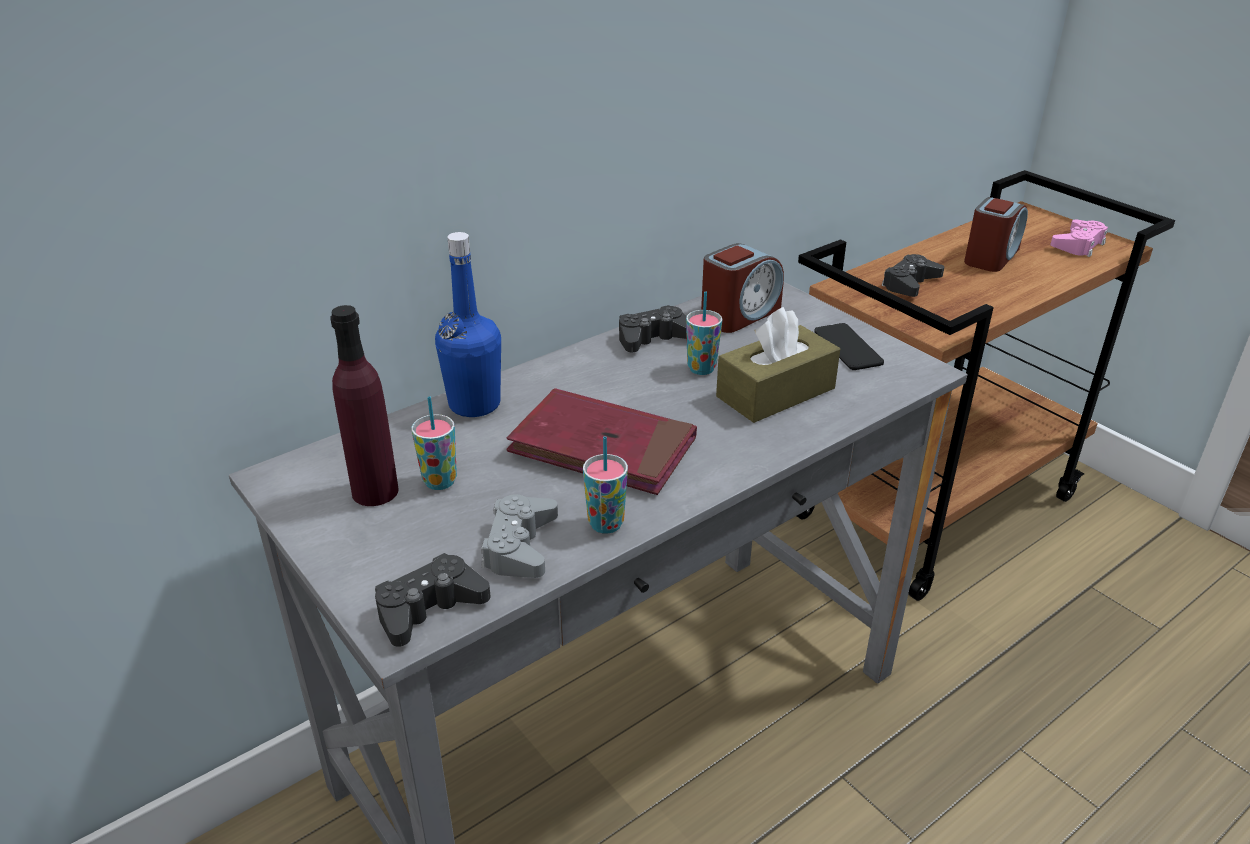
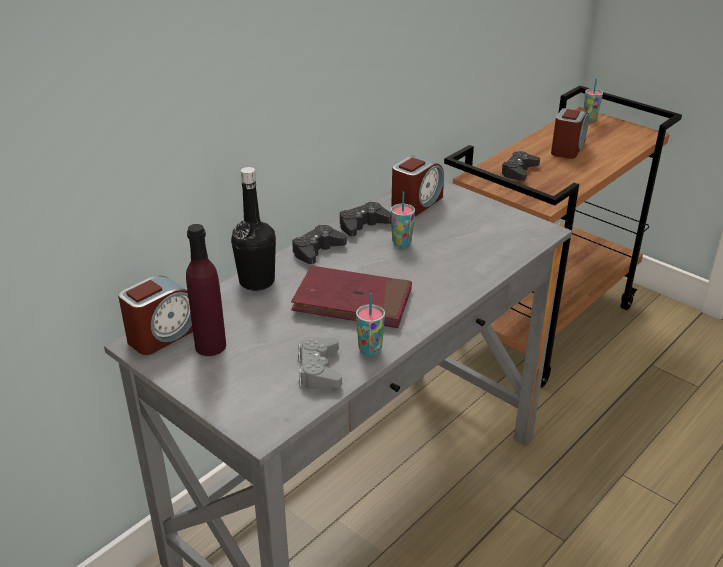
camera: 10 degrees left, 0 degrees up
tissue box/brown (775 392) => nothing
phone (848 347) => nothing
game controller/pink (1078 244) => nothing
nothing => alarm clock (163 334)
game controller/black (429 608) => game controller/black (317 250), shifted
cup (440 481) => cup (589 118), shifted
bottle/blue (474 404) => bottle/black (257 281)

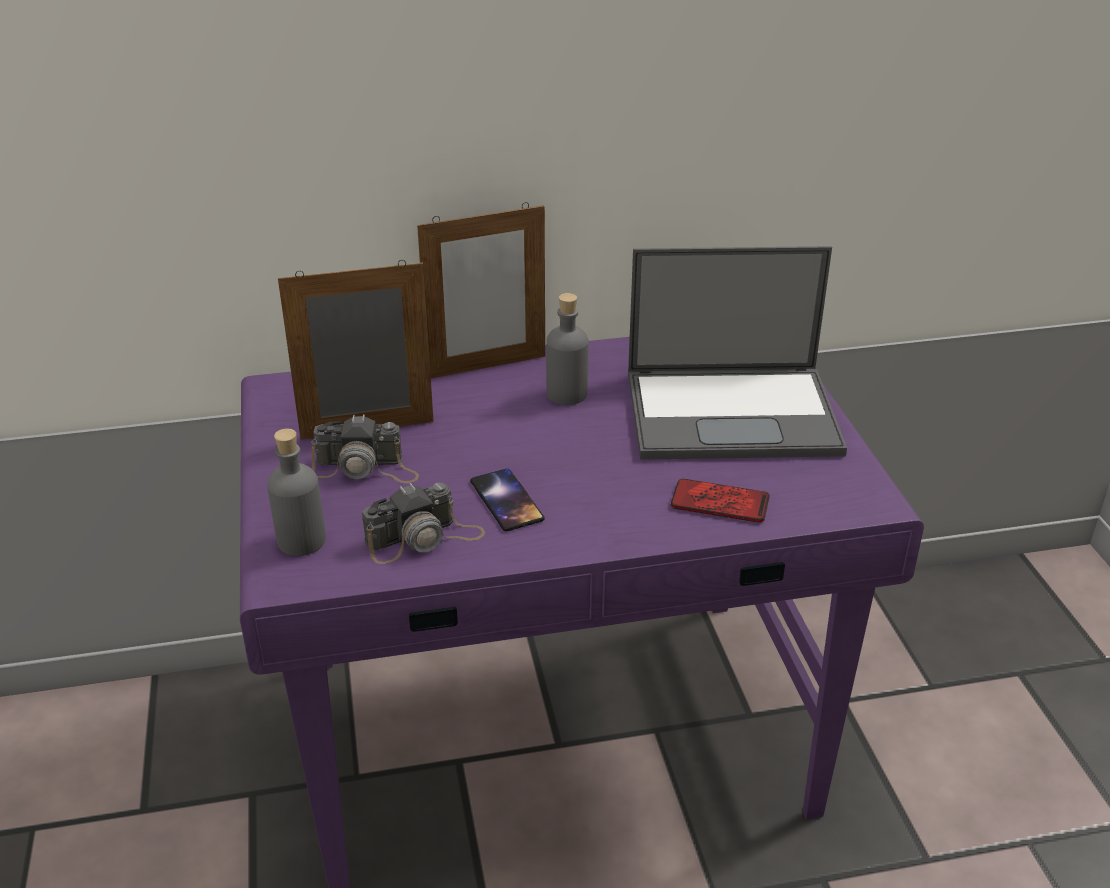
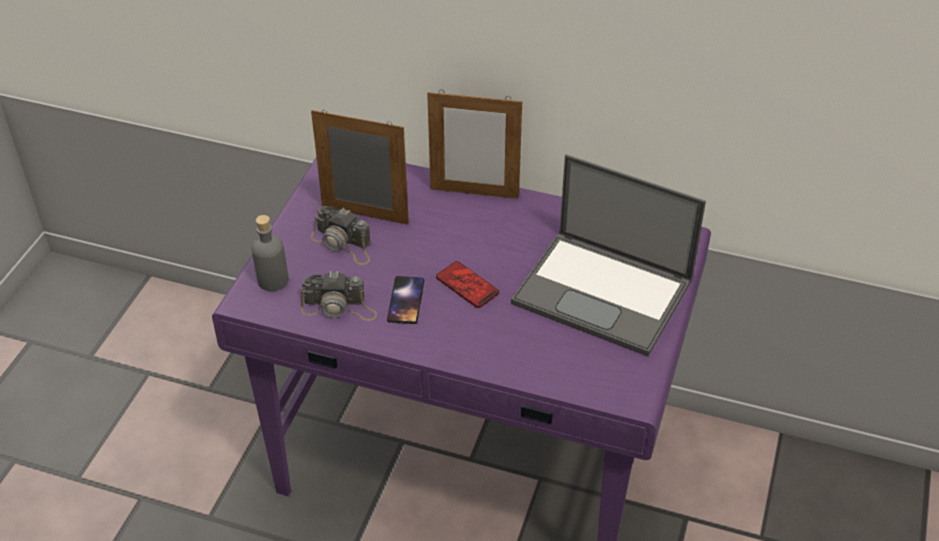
camera: 30 degrees right, 10 degrees up
bottle/grey (567 394) => nothing
phone (720 502) => phone (467 285), shifted

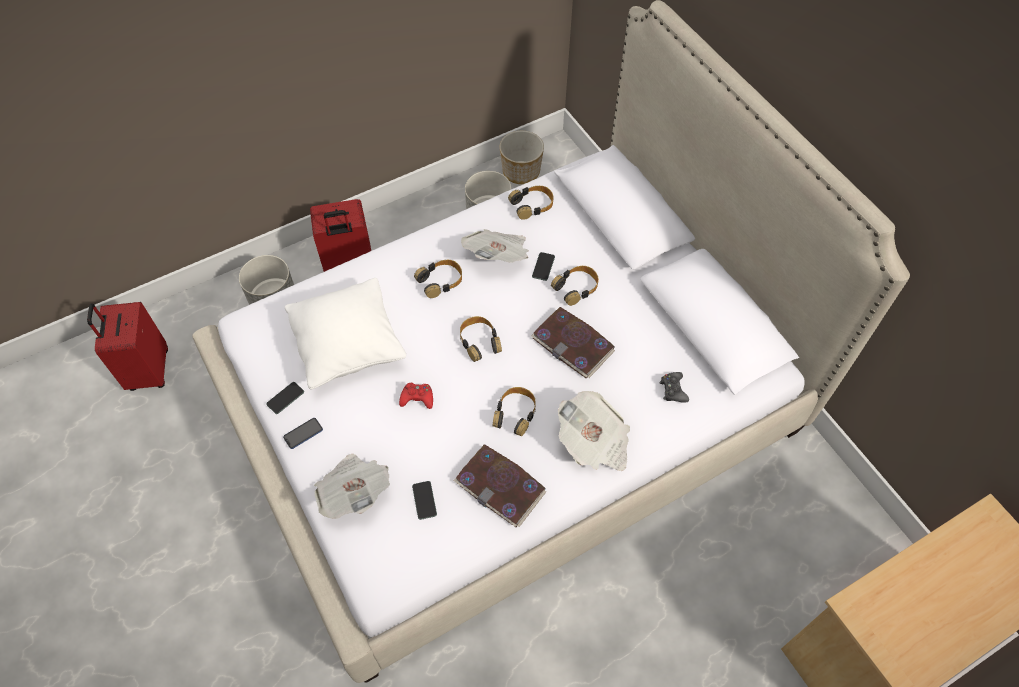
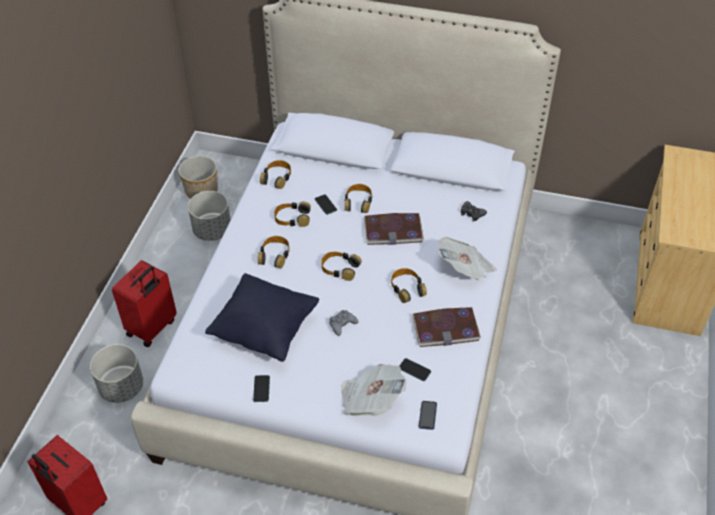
camera: 45 degrees left, 10 degrees down
phone (303 433) => phone (427 415), shifted
newspaper (498 256) => headphones (292 218)
pillow/white (349 346) => pillow/black (265 330)
game controller/red (417 398) => game controller/grey (342 324)

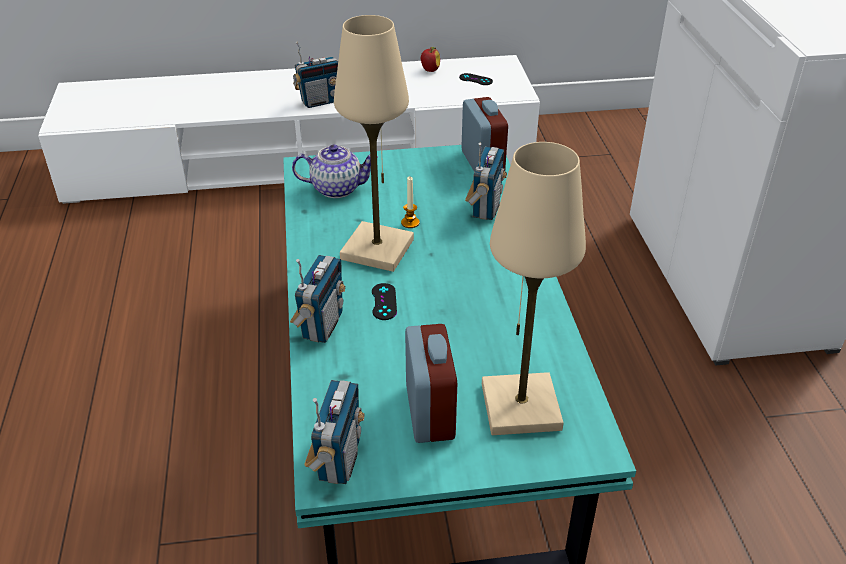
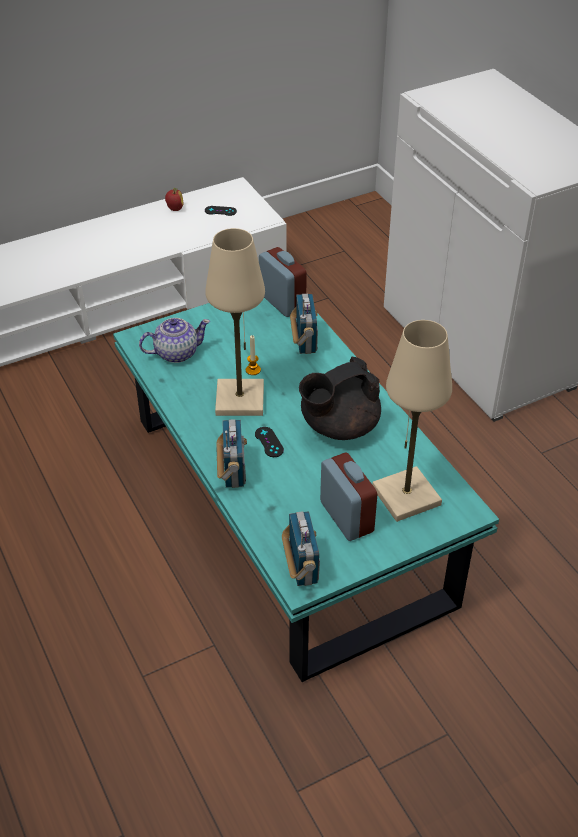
camera: 20 degrees left, 5 degrees up
radio (319 102) => nothing
nothing => teapot/black (338 426)

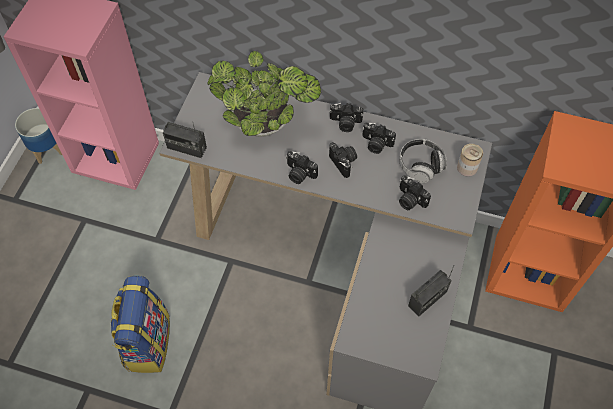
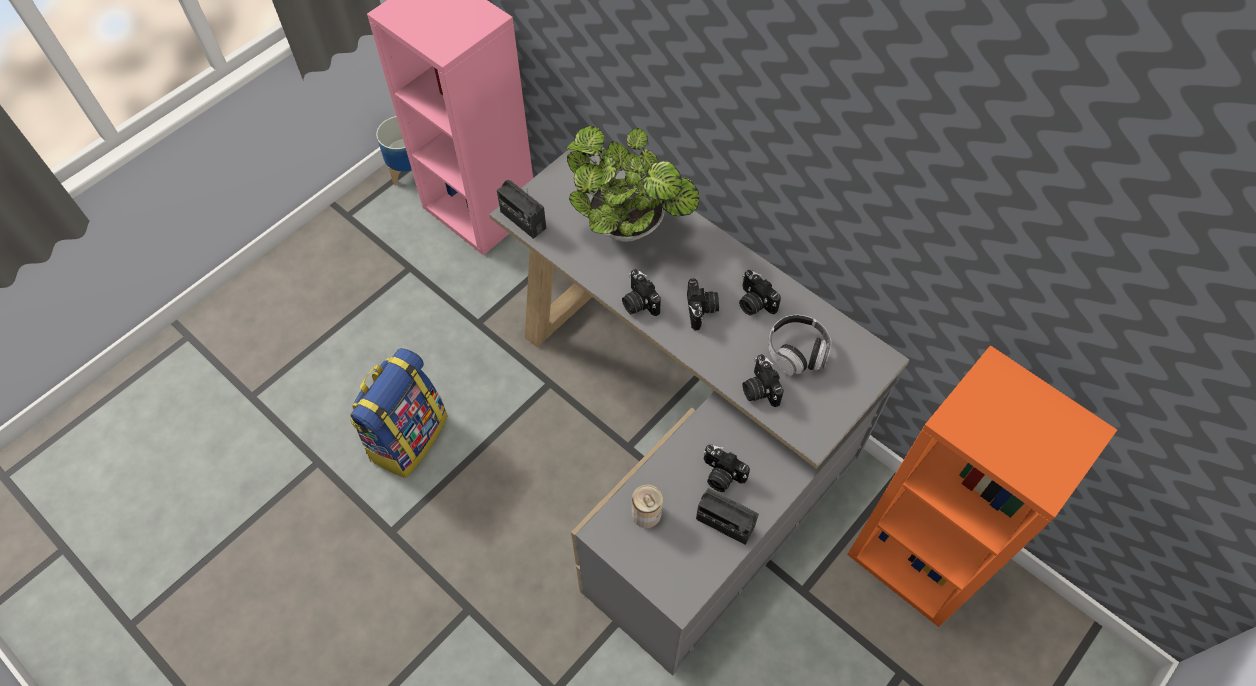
camera: 25 degrees right, 0 degrees up
photo camera (345 123) => photo camera (721 475), shifted
can (467 167) => can (646 513), shifted
radio (427 299) => radio (724 523), 45 degrees clockwise

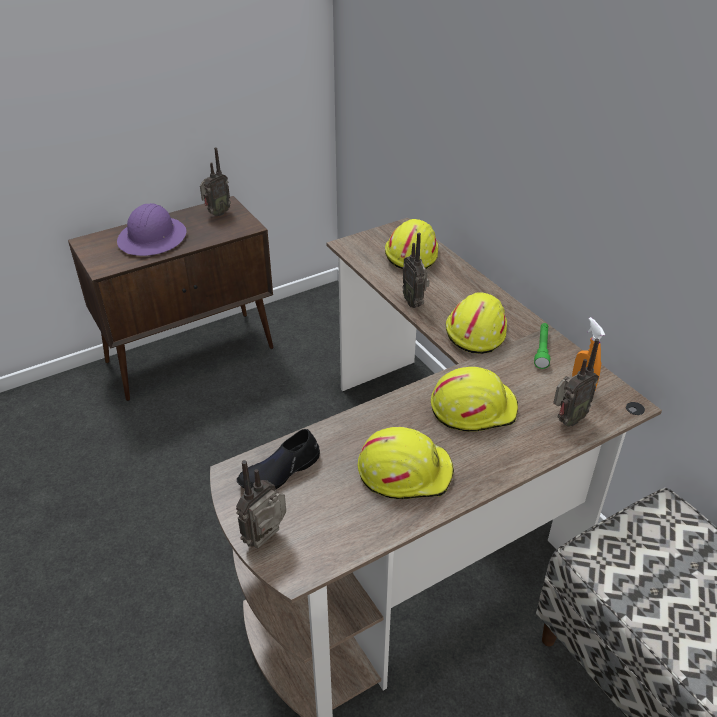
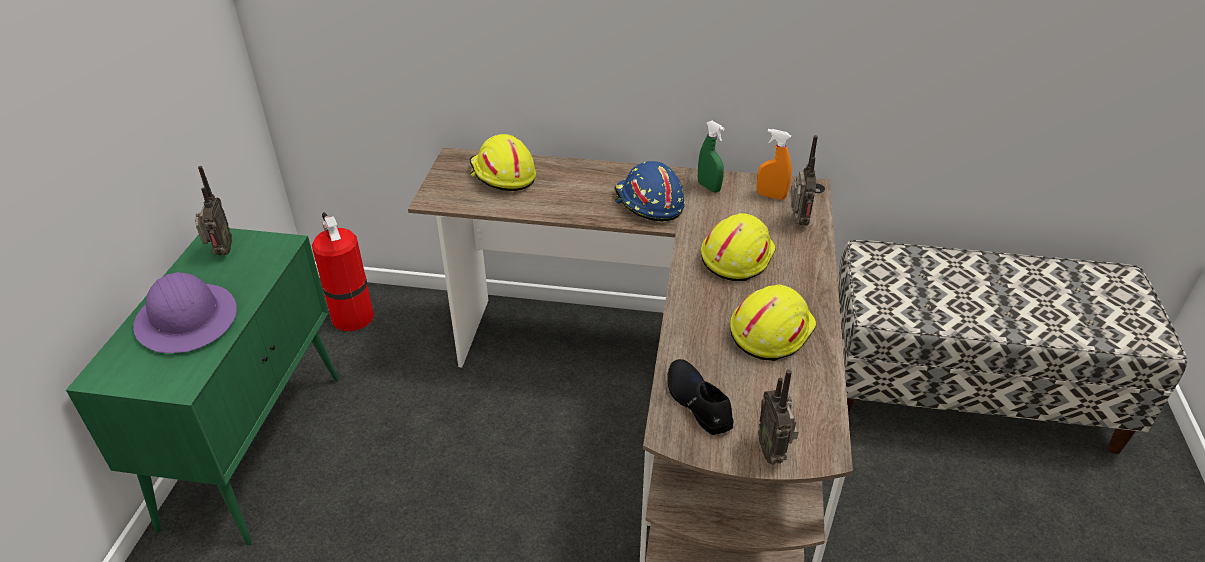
camera: 50 degrees left, 0 degrees up
radio (414 302) => nothing
nothing => fire extinguisher (352 315)
flashlight/green (542 349) => spray bottle/green (709 187)
cabinet/brown (192 354) => cabinet/green (256 447)
hard hat/yellow (475 331) => hard hat/blue (648 203)
shoe/black (280 471) => shoe/black (697 402), 150 degrees clockwise

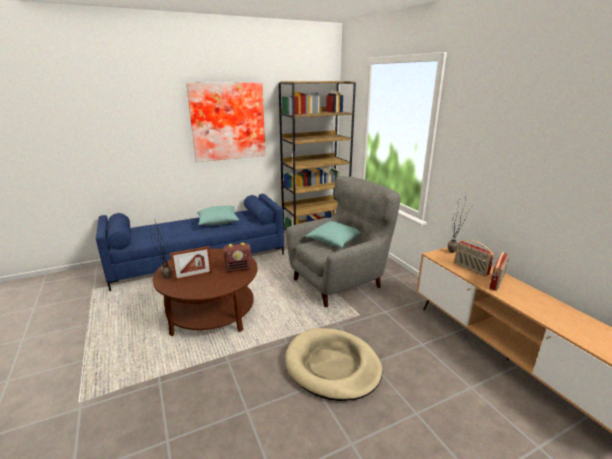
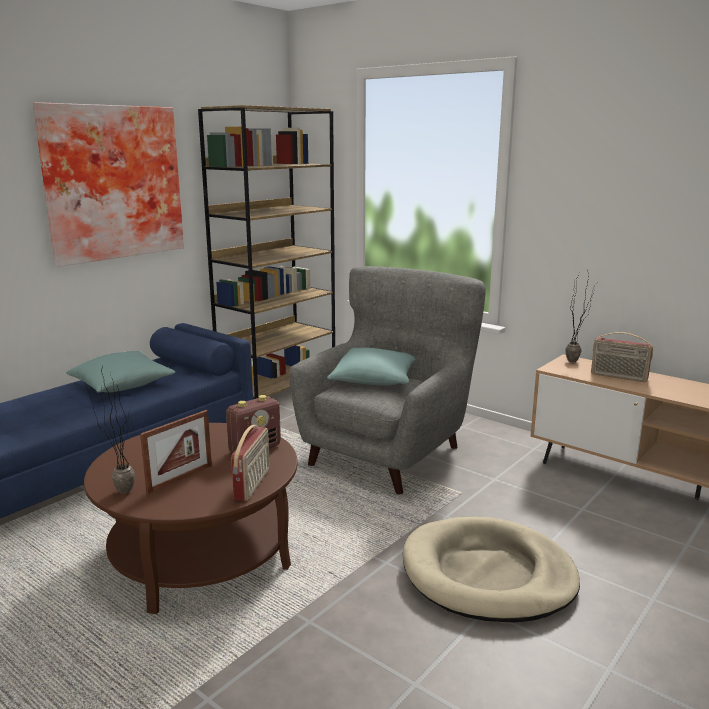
camera: 25 degrees left, 5 degrees down
radio (497 282) => radio (253 484), shifted

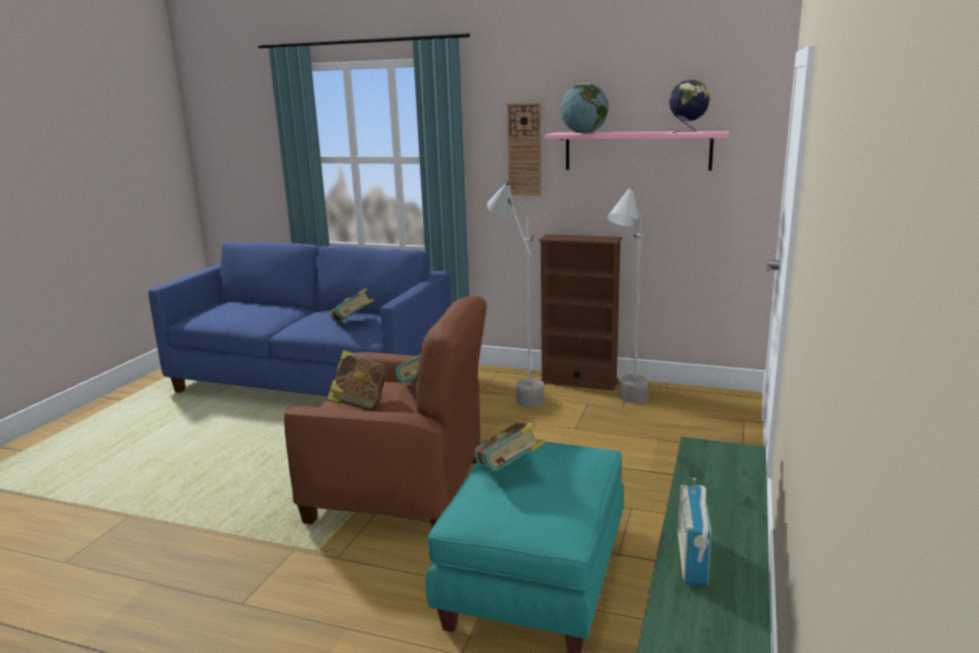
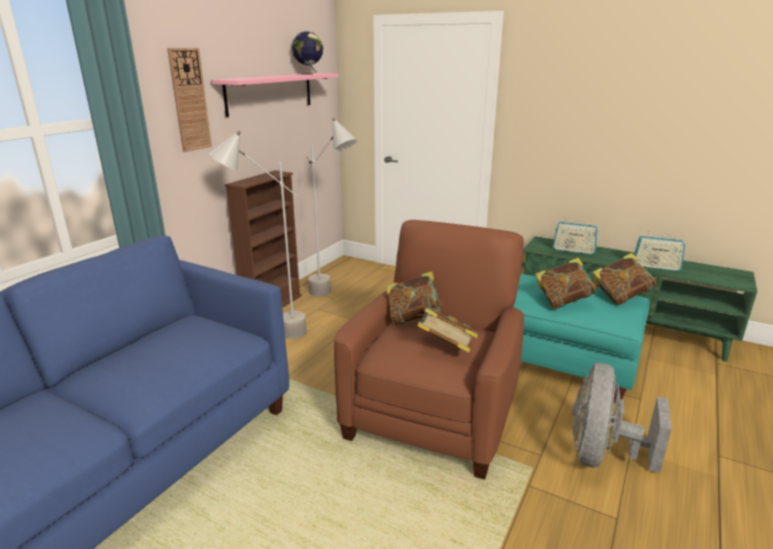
camera: 80 degrees left, 5 degrees up
globe (584 133) => nothing
nothing => radio (573 250)
nothing => fan/grey (602 455)
book (353 323) => book (620 297), shifted

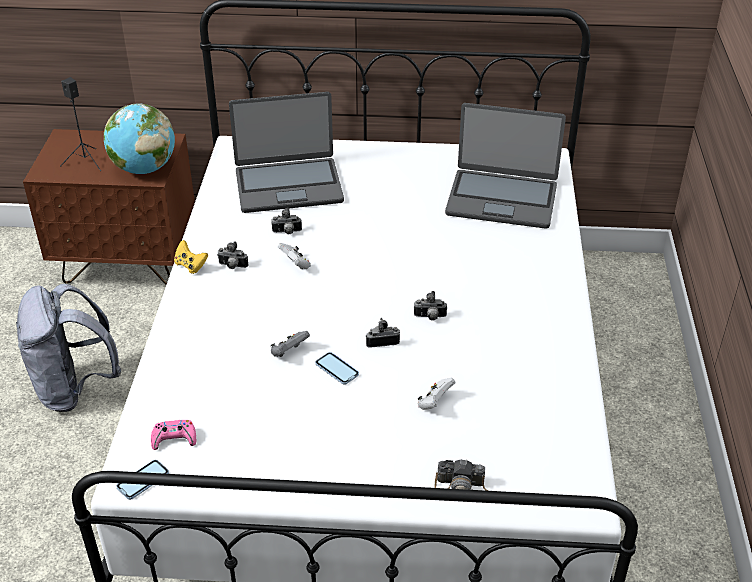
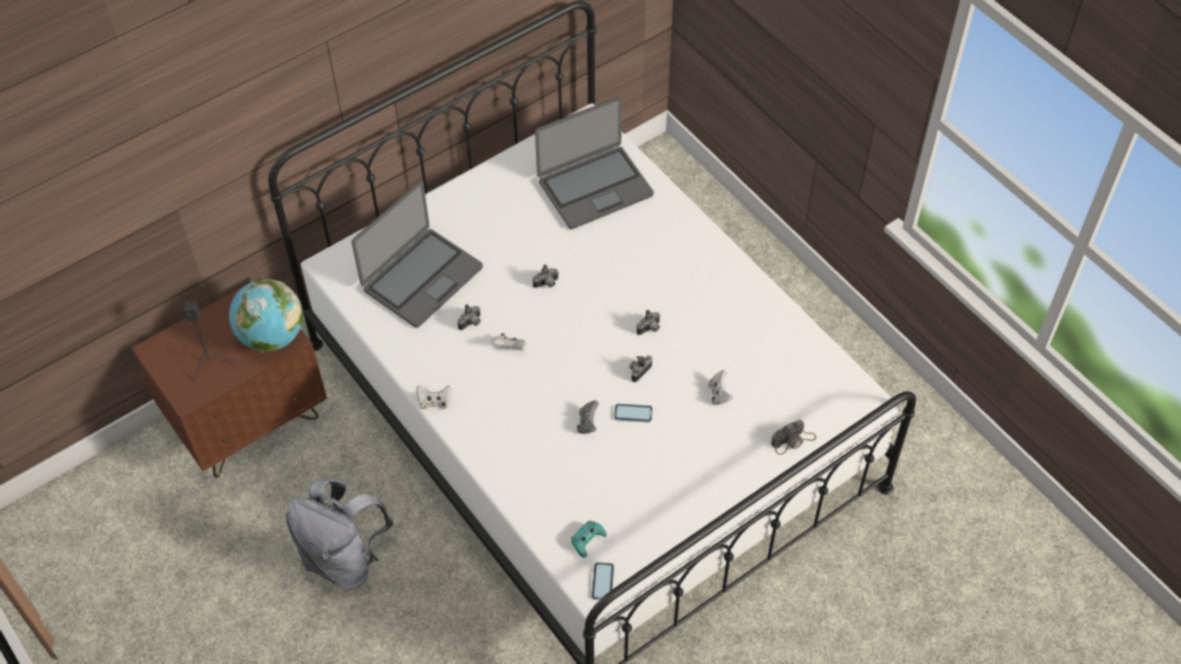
camera: 40 degrees left, 15 degrees up
photo camera (232 266) => photo camera (546 284), shifted
game controller/pink (174 439) => game controller/turquoise (587 540)
game controller/yellow (190 266) => game controller/white (434 402)

